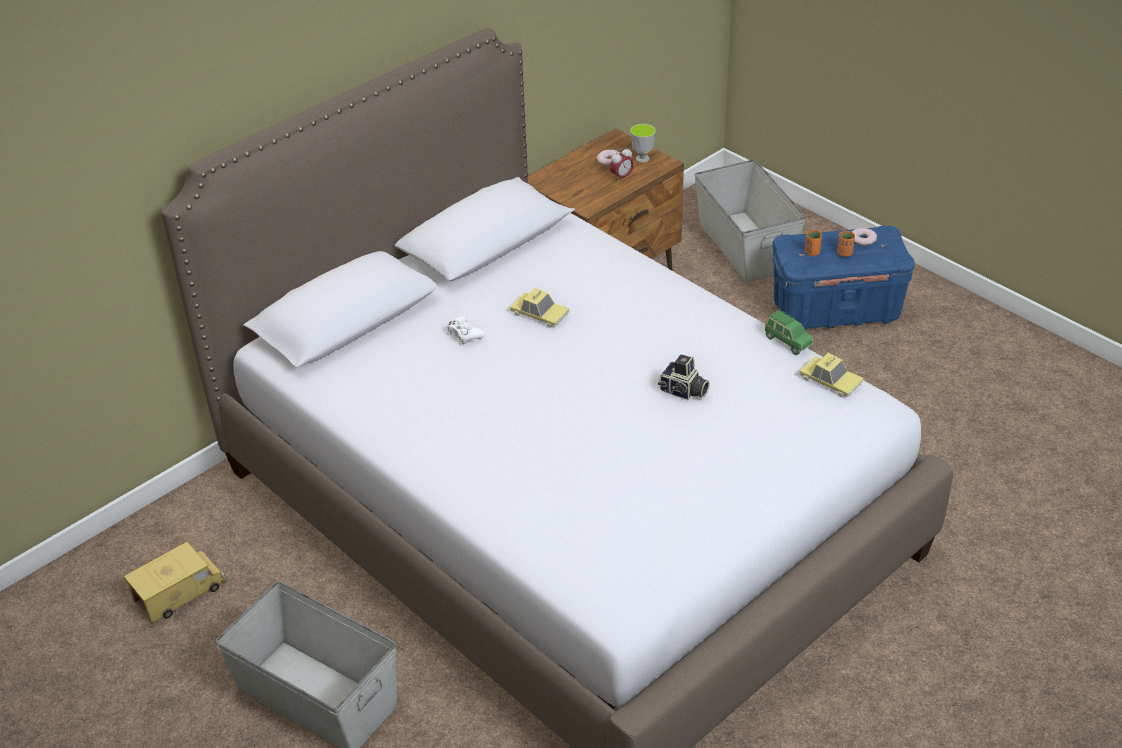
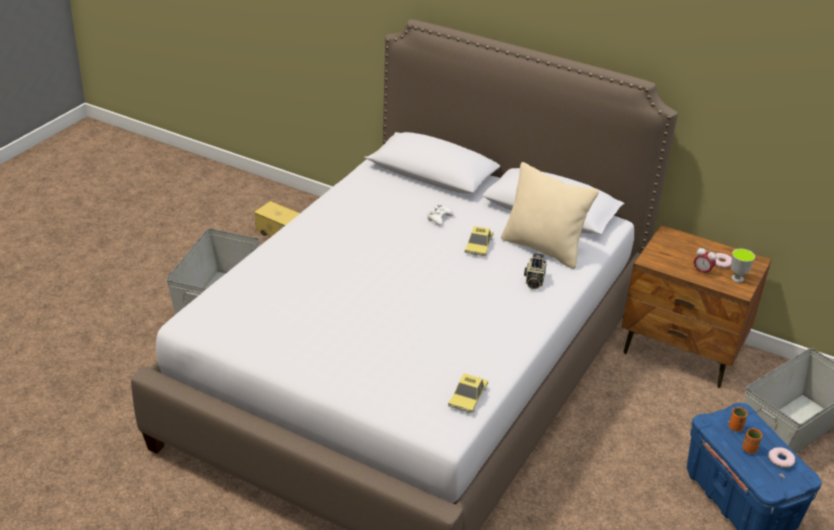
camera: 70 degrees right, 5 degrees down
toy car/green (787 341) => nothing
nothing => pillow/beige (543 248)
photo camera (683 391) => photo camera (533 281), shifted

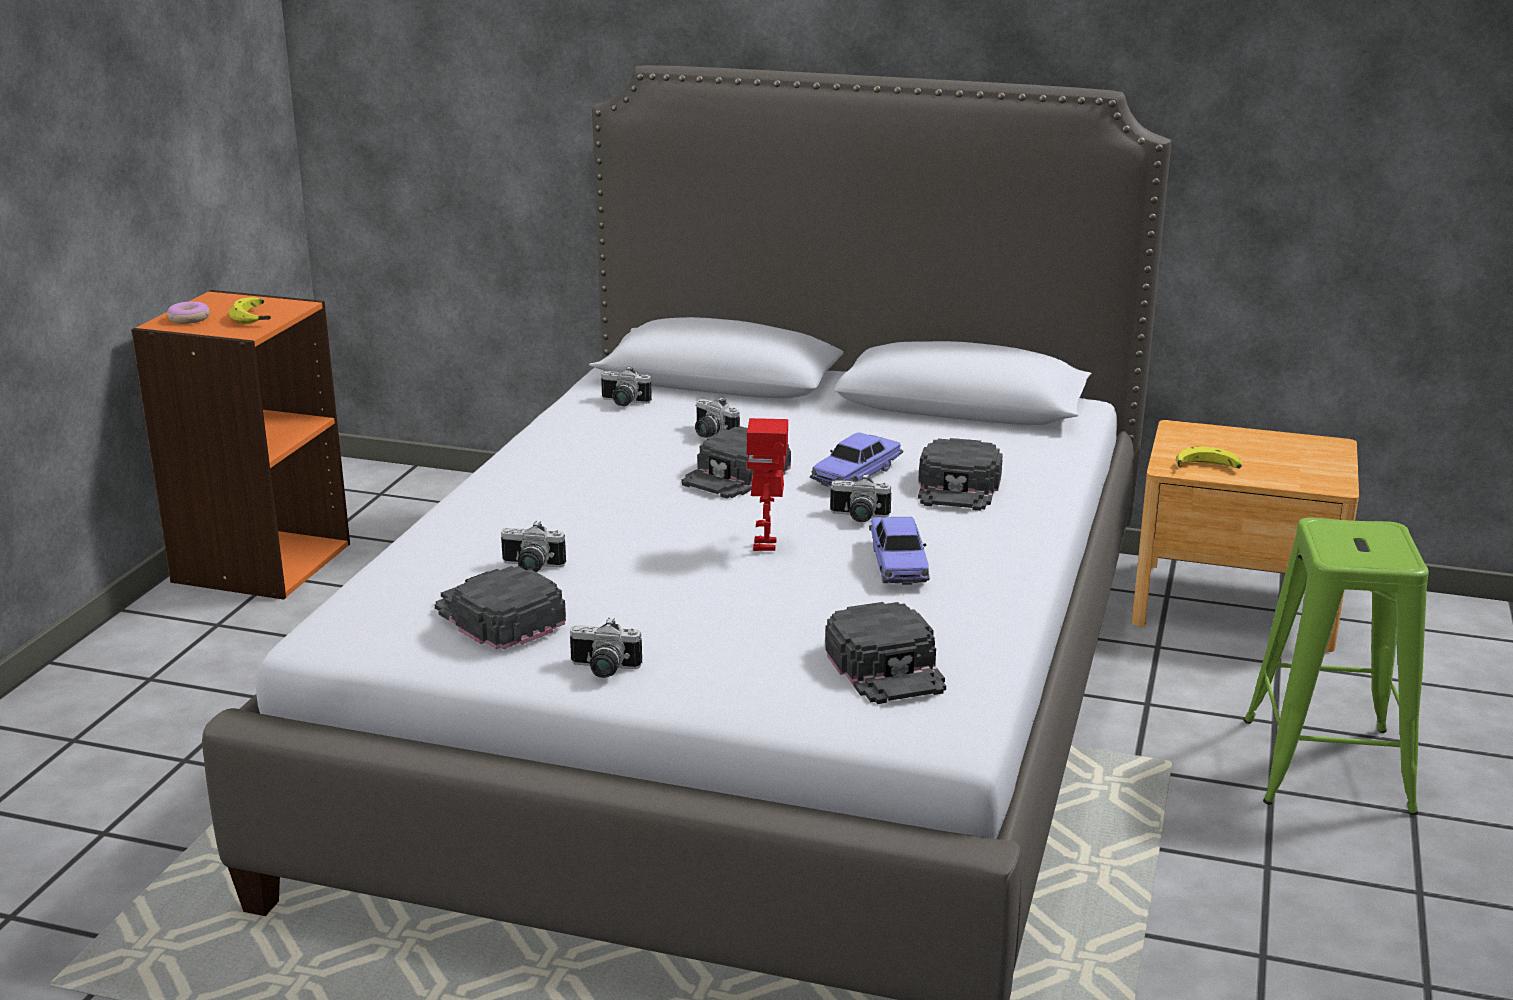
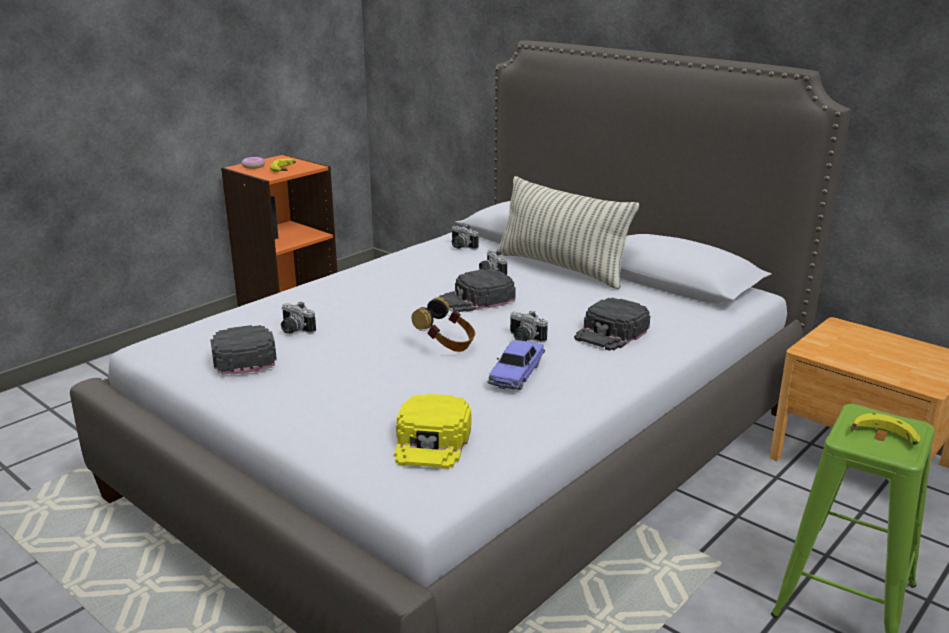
camera: 25 degrees right, 0 degrees up
photo camera (603 670) => nothing
toy car (856 474) => nothing
nothing => pillow (561 268)
banana (1207 469) => banana (883 438), shifted
toy robot (766 545) => headphones (446 345)
cap/black (887 666) => cap/yellow (433 441)

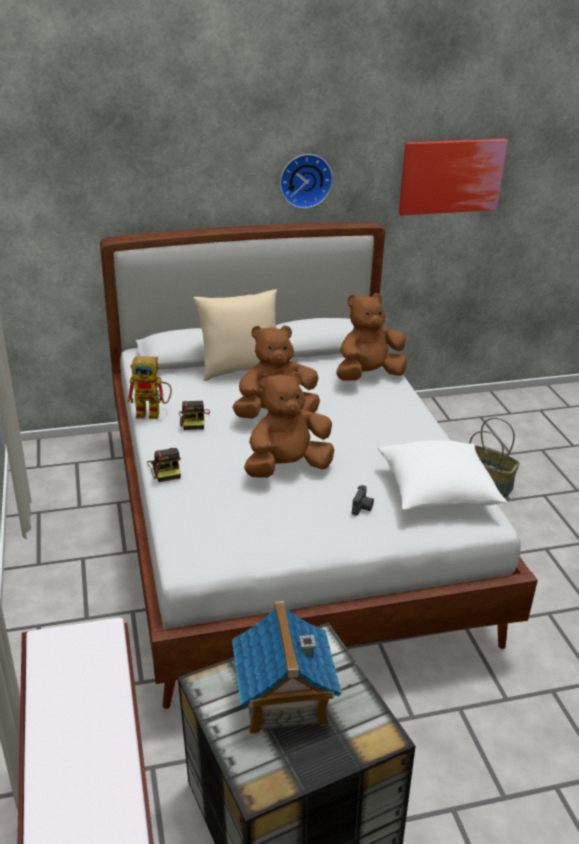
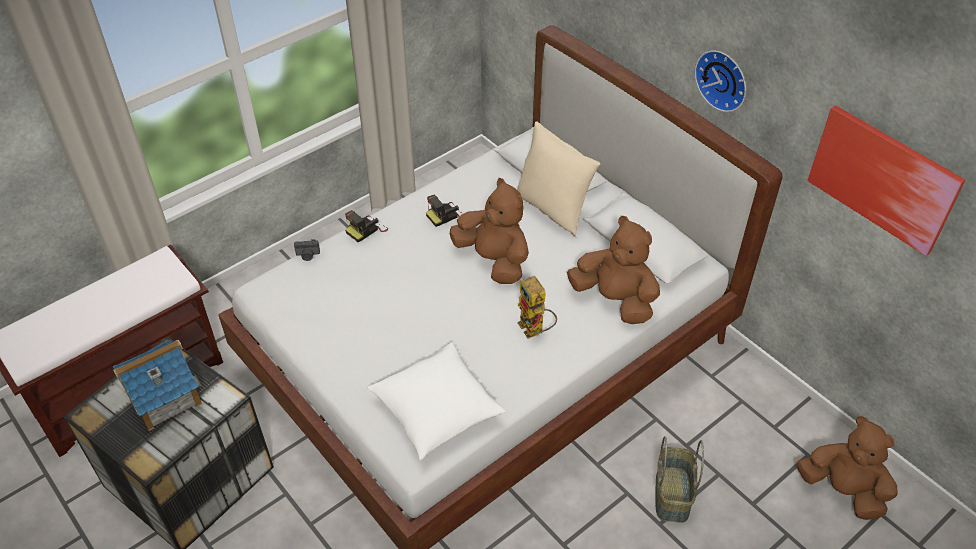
camera: 65 degrees right, 15 degrees up
toy robot (154 413) => toy robot (535 331), shifted
plush toy/brown (287 467) => plush toy/brown (842 490), shifted
photo camera (362 508) => photo camera (307 255), shifted

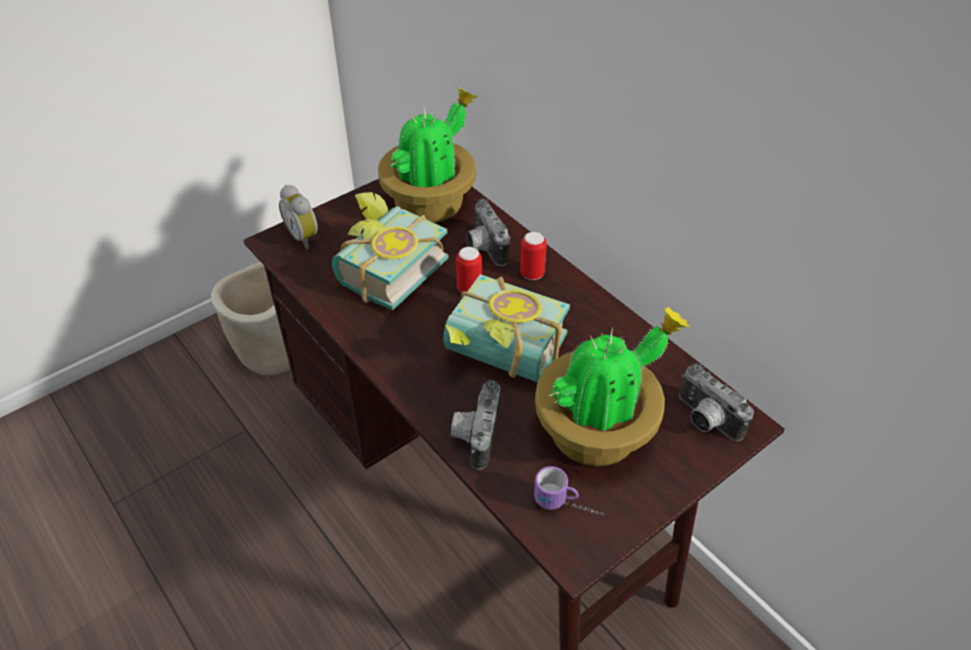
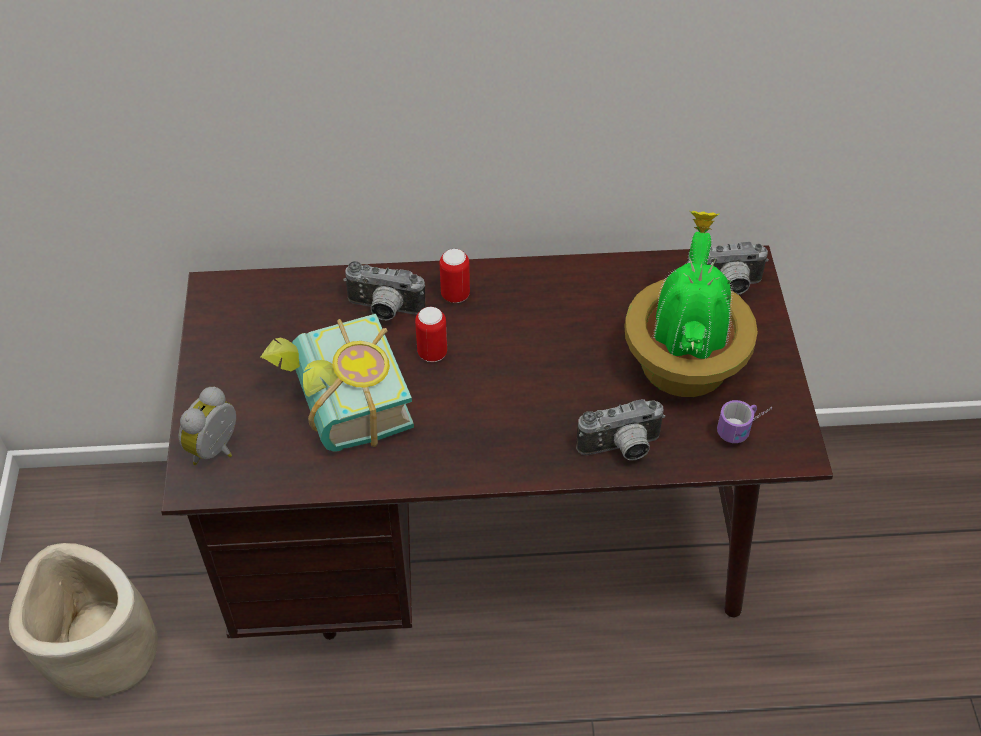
camera: 55 degrees left, 5 degrees up
potted plant (432 203) => nothing
book (500 356) => nothing
alarm clock (305 237) => alarm clock (217 450), 120 degrees clockwise
photo camera (474 435) => photo camera (621 449), 60 degrees counterclockwise

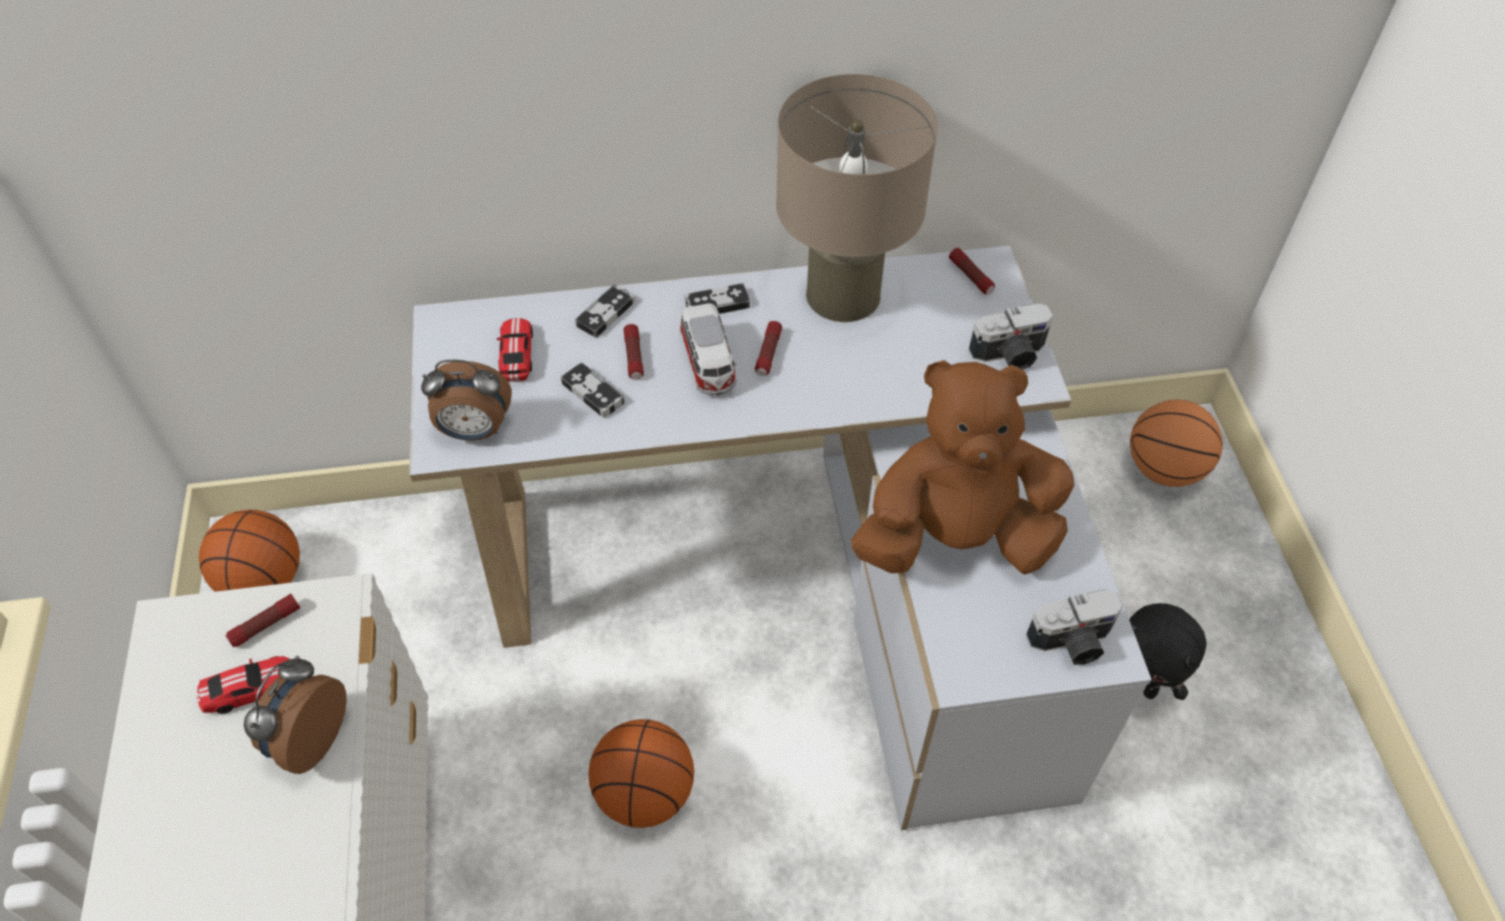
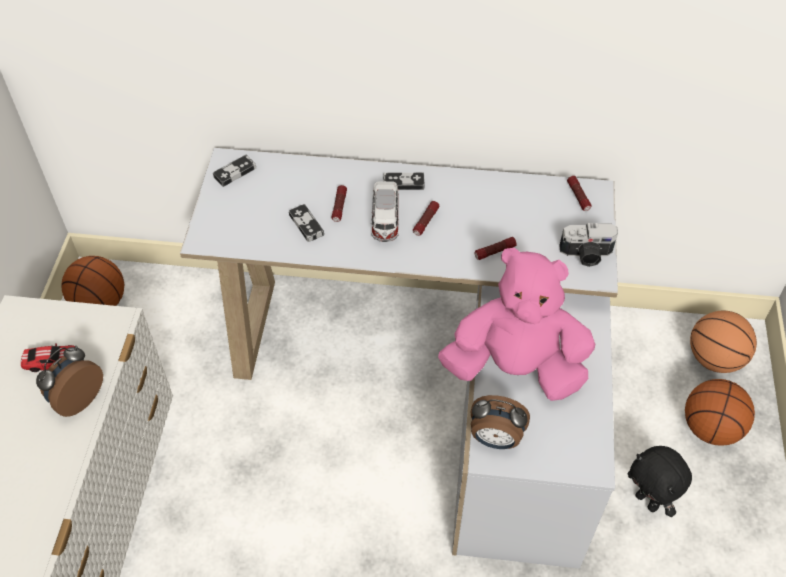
camera: 15 degrees right, 0 degrees up
toy car (516 354) => nothing
table lamp/beige (843 295) => nothing
photo camera (1073 643) => nothing
flashlight (266 625) => flashlight (494 252), shifted
alarm clock (474 431) => alarm clock (495 439), shifted
game controller (605 313) => game controller (235 172), shifted
basketball (645 793) => basketball (710 428), shifted
plush toy/brown (955 538) => plush toy/pink (515 368)

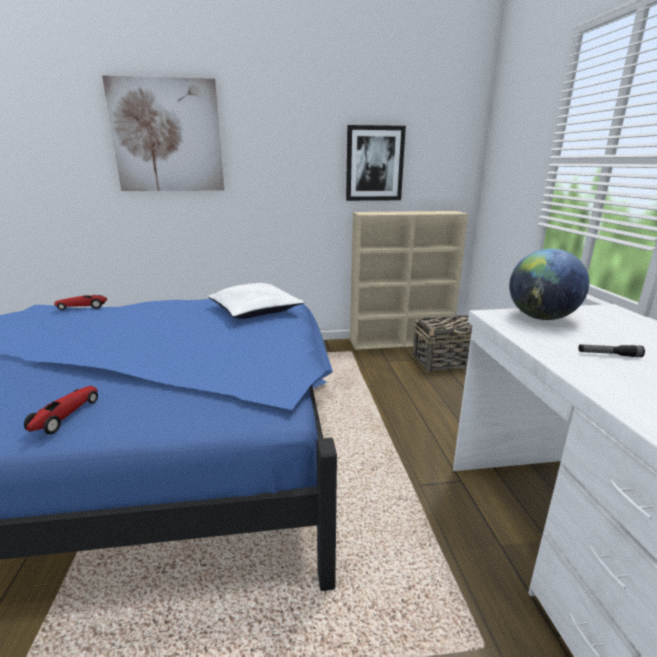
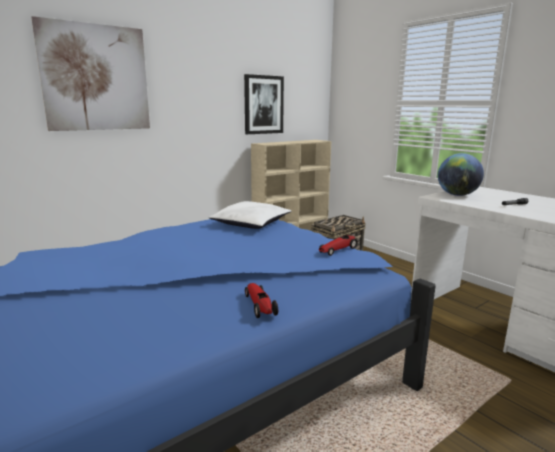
camera: 30 degrees left, 5 degrees down
toy car (82 307) => toy car (338 250), shifted

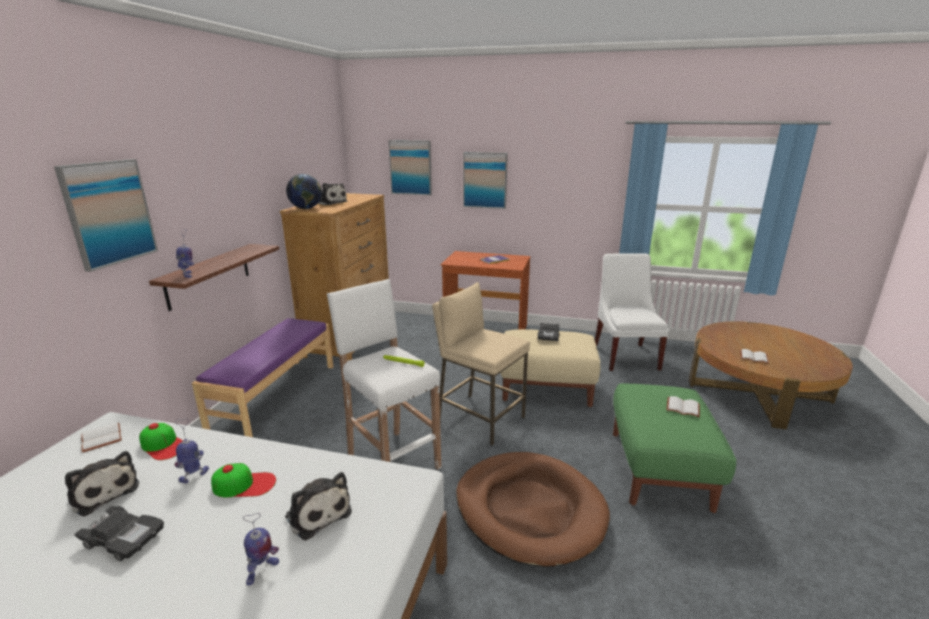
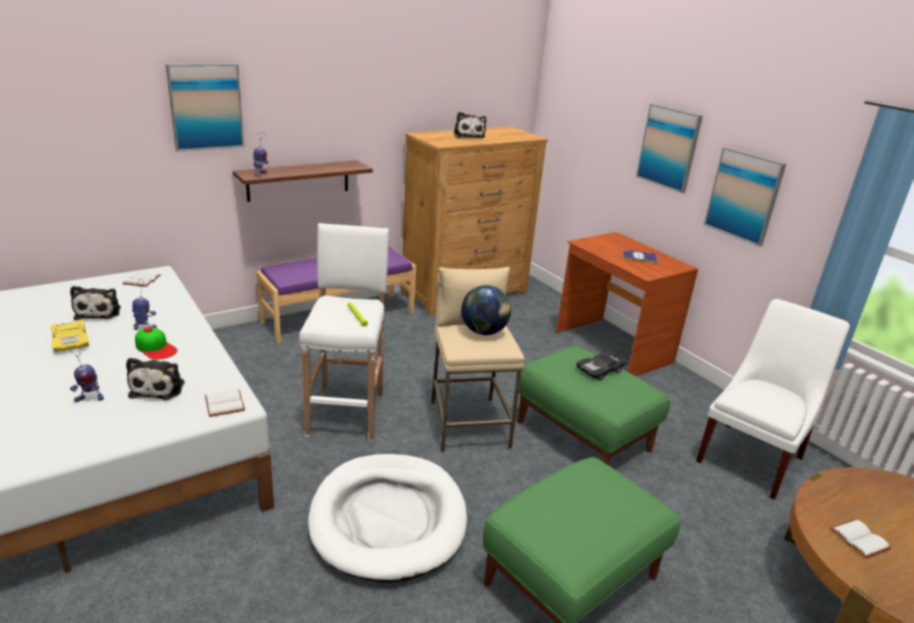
camera: 40 degrees right, 5 degrees up
cap (163 445) => nothing
globe (306 208) => globe (484 332), shifted
picture (411 167) => picture (744 196), shifted
book/white (683 407) => book/white (226 404), shifted
toy car/black (123 538) => toy car/yellow (71 342)
dog bed/brown (529 510) => dog bed/white (388 519)
ottoman/beige (546 388) => ottoman/green (583 436)

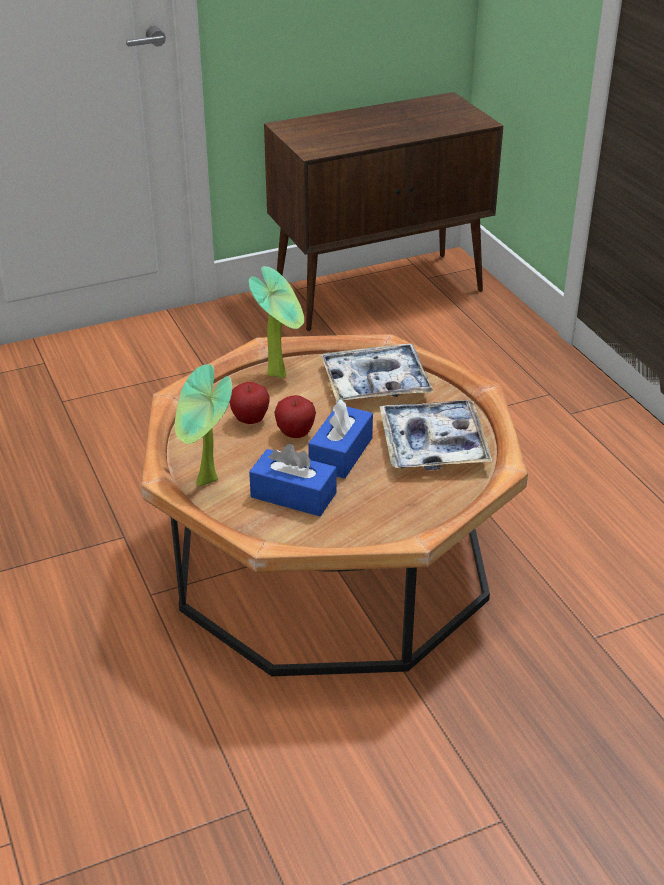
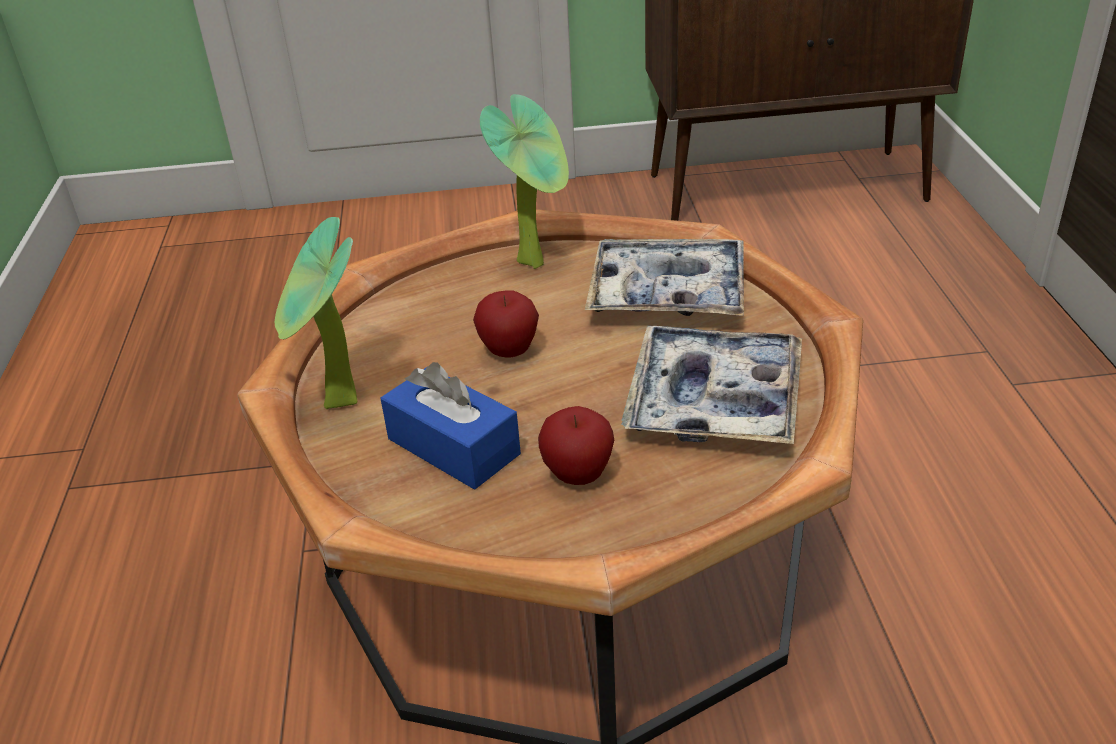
camera: 20 degrees right, 0 degrees up
tissue box/blue (341 453) => nothing
apple (250 420) => apple (578 475), shifted

